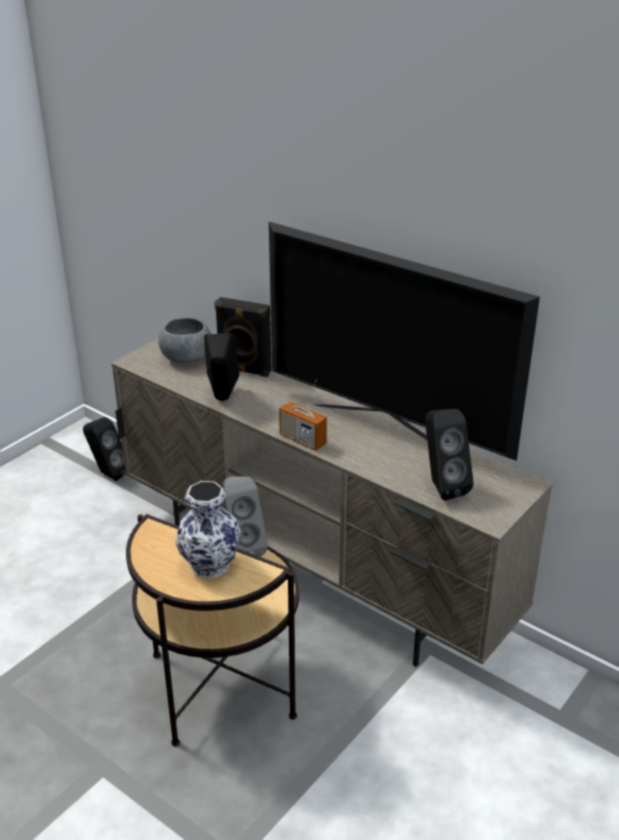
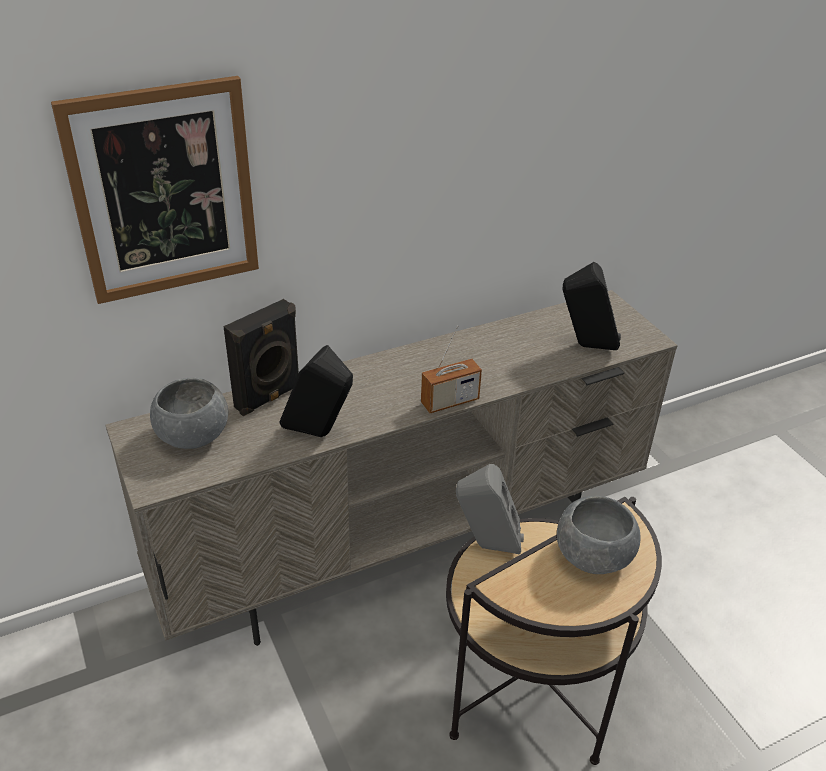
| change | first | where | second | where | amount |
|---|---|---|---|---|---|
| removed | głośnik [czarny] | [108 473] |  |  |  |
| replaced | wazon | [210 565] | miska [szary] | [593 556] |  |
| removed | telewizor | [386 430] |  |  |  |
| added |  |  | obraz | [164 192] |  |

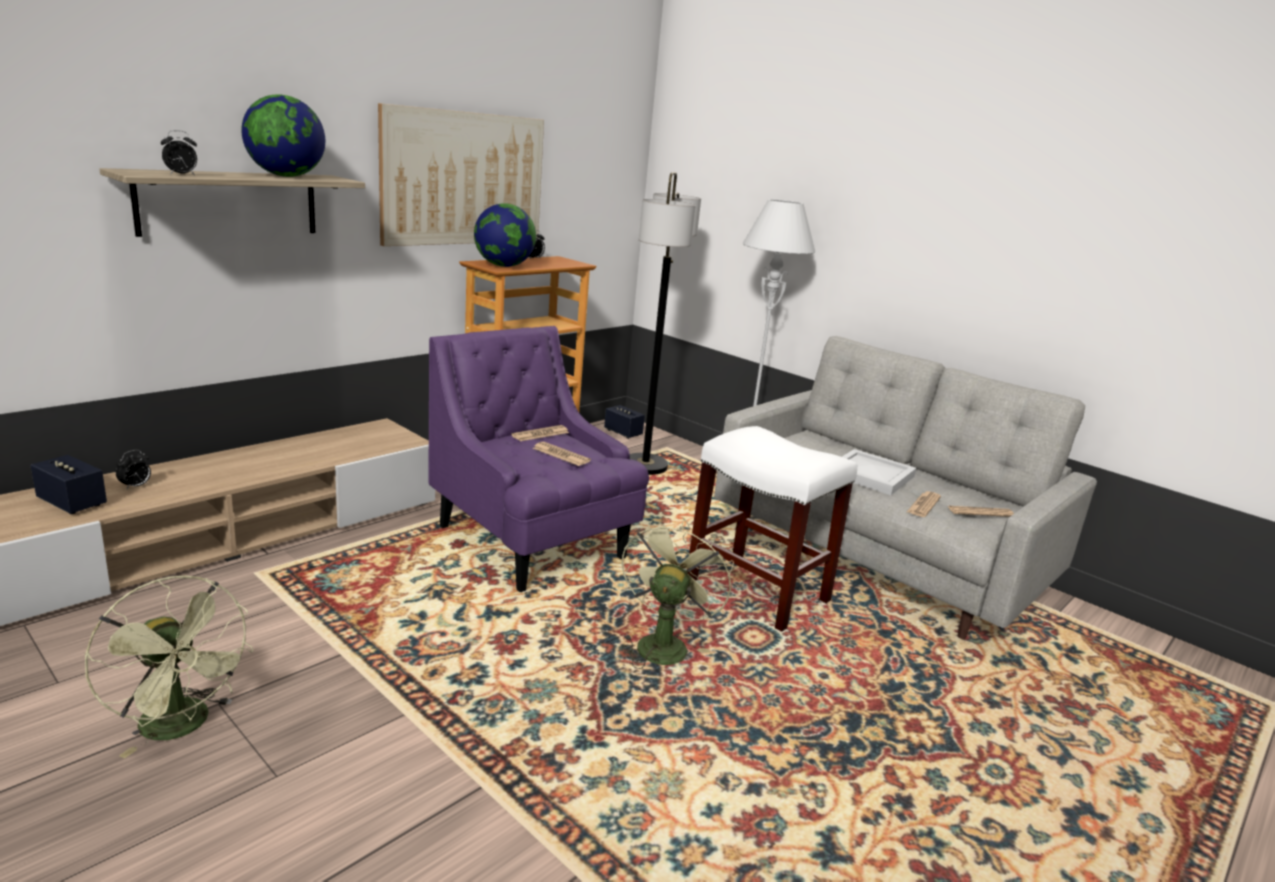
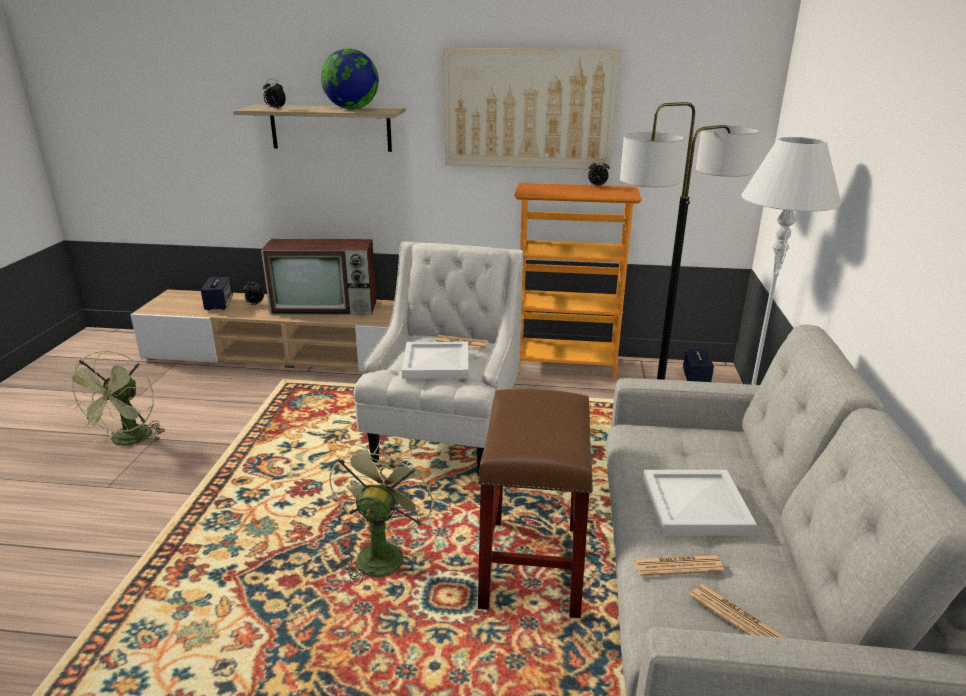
| change | first | where | second | where | amount |
|---|---|---|---|---|---|
| recoloured | fotel [fioletowy] | [532 543] | fotel [biały] | [445 434] |  |
| removed | globus | [504 266] |  |  |  |
| replaced | gazeta | [561 455] | taca [biały] | [435 363] |  |
| turned | wentylator [zielony] | [663 643] |  | [381 552] | 60 degrees counterclockwise |
| recoloured | stołek [biały] | [759 591] | stołek [brązowy] | [533 566] |  |
| added |  |  | telewizor | [326 307] |  |

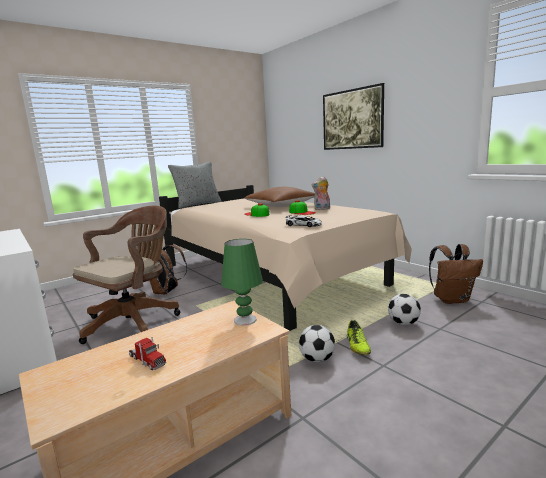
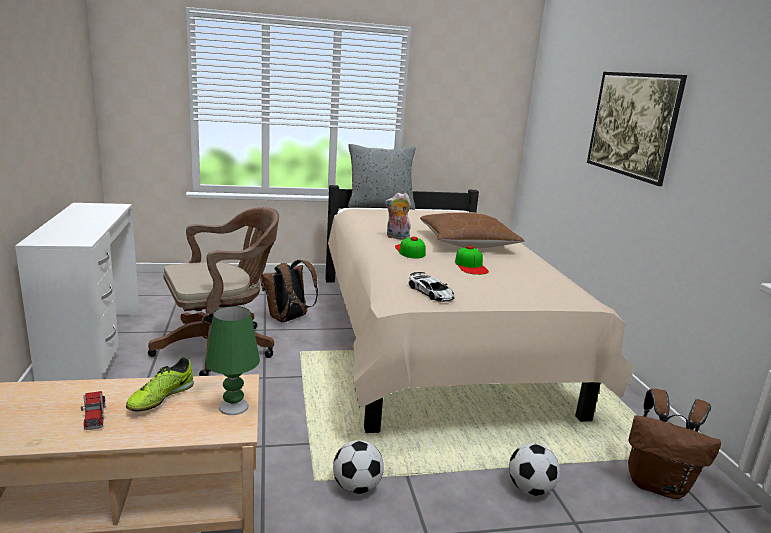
| change | first | where | second | where | amount |
|---|---|---|---|---|---|
| moved | pluszak | [322 209] |  | [397 237] |  |
| moved | but | [357 346] |  | [161 398] |  |

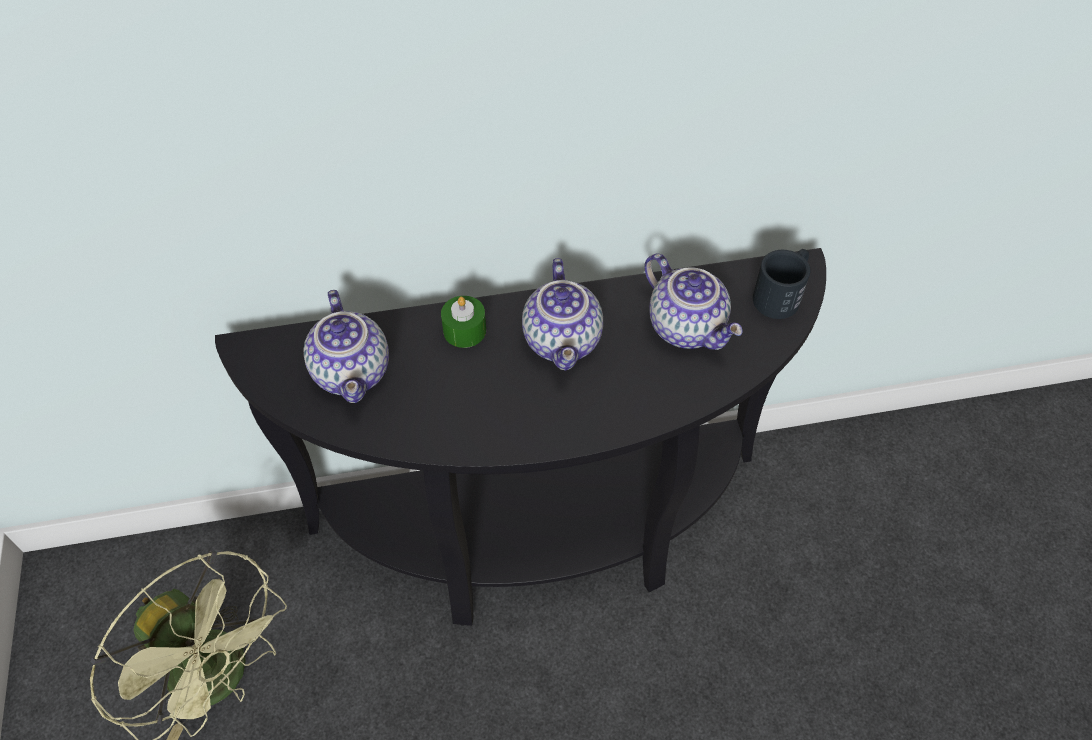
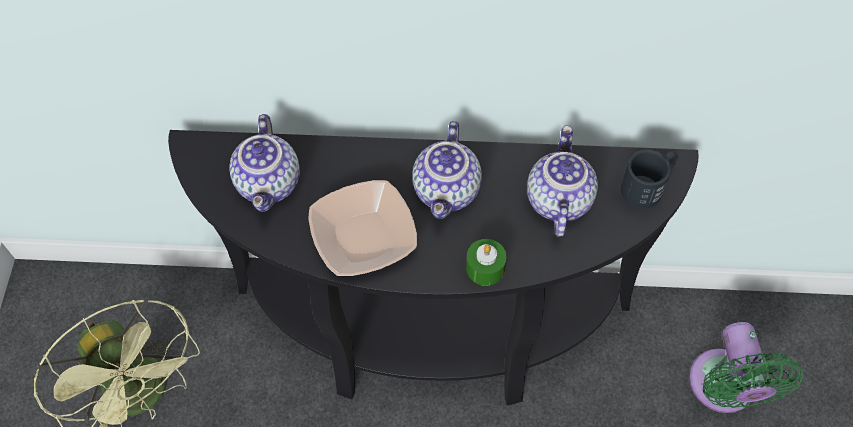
| change | first | where | second | where | amount |
|---|---|---|---|---|---|
| moved | świeca [zielony] | [464 330] |  | [485 268] |  |
| turned | imbryk | [688 327] |  | [557 199] | 150 degrees counterclockwise |
| added |  |  | miska | [364 238] |  |
| added |  |  | wentylator [zielony] | [724 389] |  |

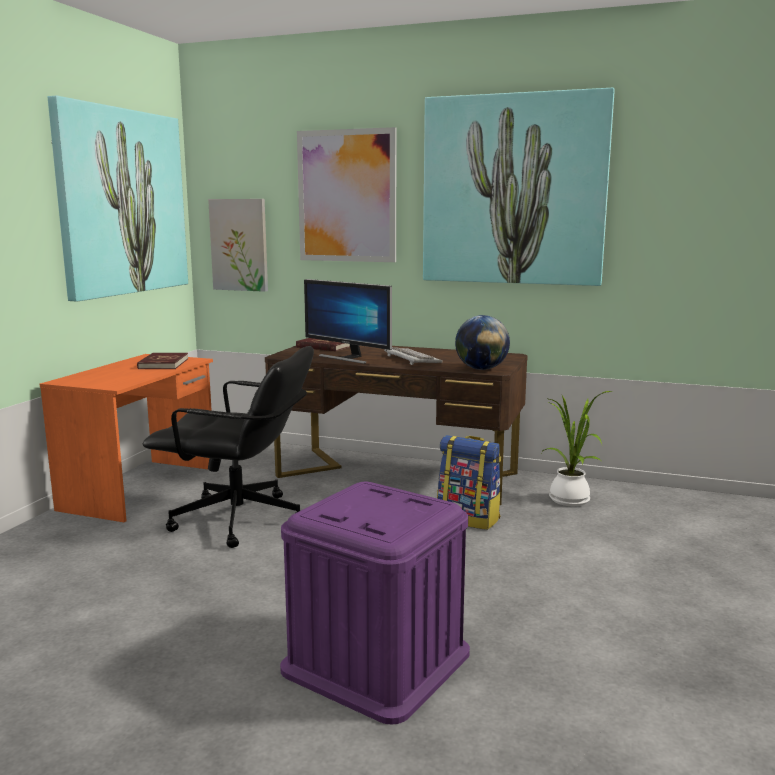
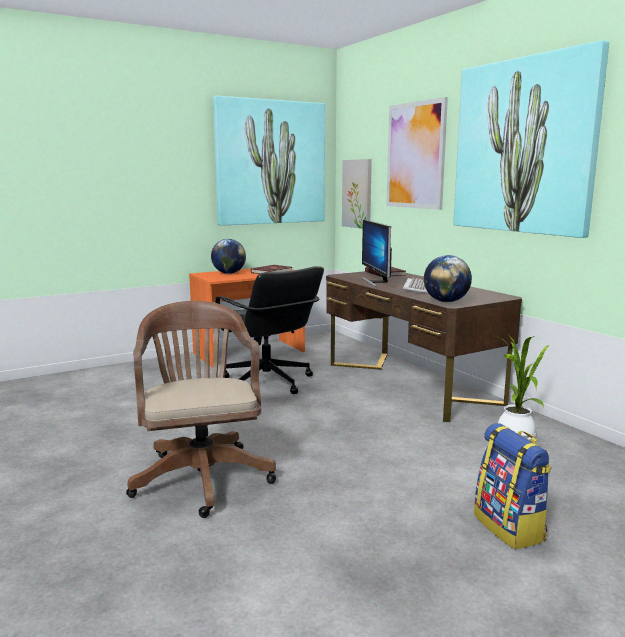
| change | first | where | second | where | amount |
|---|---|---|---|---|---|
| replaced | pojemnik do przechowywania [fioletowy] | [376 660] | krzesło biurowe [brązowy] | [201 475] |  |
| moved | plecak | [469 519] |  | [510 528] |  |
| added |  |  | globus | [229 273] |  |

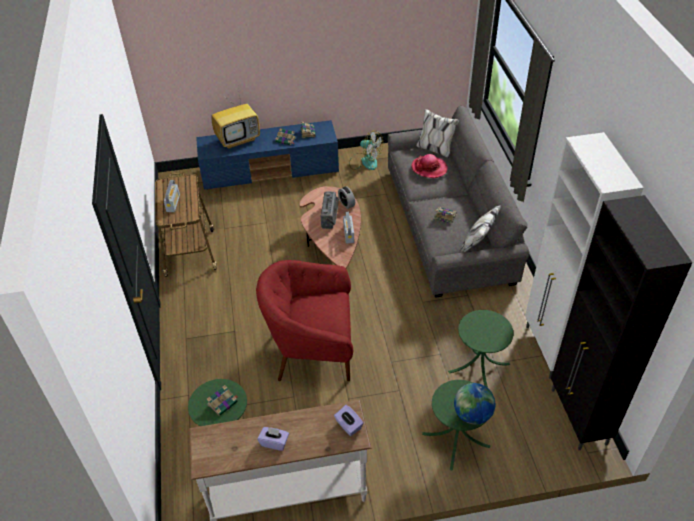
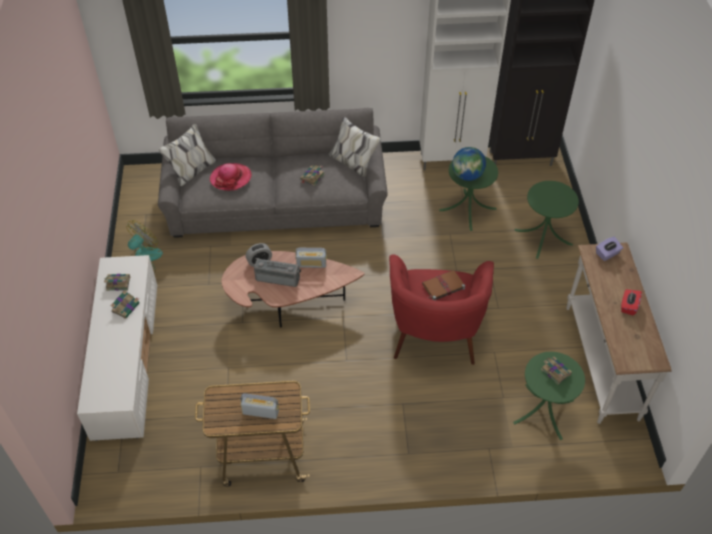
| change | first | where | second | where | amount |
|---|---|---|---|---|---|
| recoloured | szafka pod telewizor [niebieski] | [271 170] | szafka pod telewizor [biały] | [126 358] |  |
| removed | telewizor | [239 139] |  |  |  |
| recoloured | pudełko chusteczek [fioletowy] | [274 442] | pudełko chusteczek [czerwony] | [628 306] |  |
| moved | globus | [472 415] |  | [467 176] |  |
| added |  |  | książka [brązowy] | [442 286] |  |

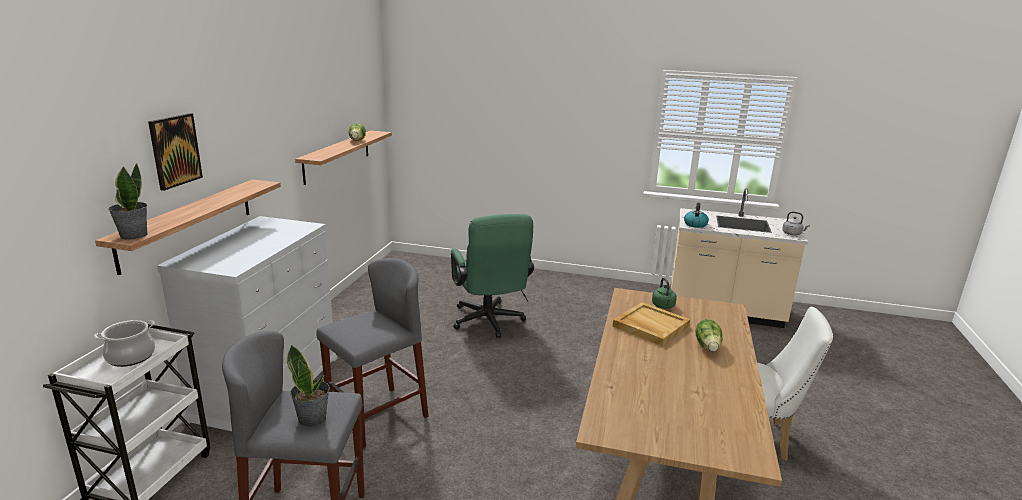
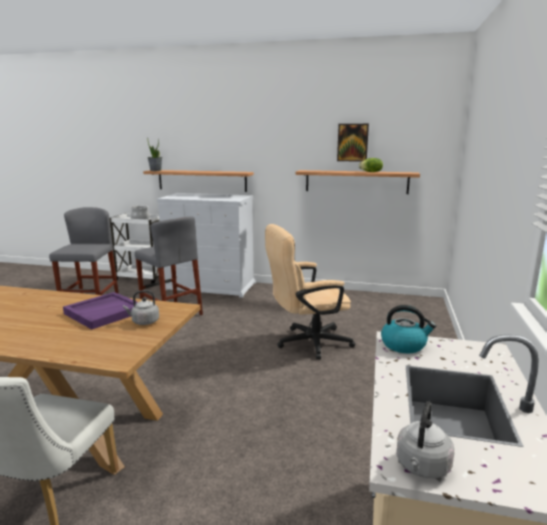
| change | first | where | second | where | amount |
|---|---|---|---|---|---|
| moved | obraz | [175 150] |  | [352 142] |  |
| removed | roślina doniczkowa | [312 418] |  |  |  |
| recoloured | krzesło biurowe [zielony] | [489 323] | krzesło biurowe [beżowy] | [307 343] |  |
| recoloured | taca [beżowy] | [650 326] | taca [fioletowy] | [104 312] |  |
| recoloured | czajnik [zielony] | [663 306] | czajnik [szary] | [144 322] |  |
| removed | sałata | [708 346] |  |  |  |

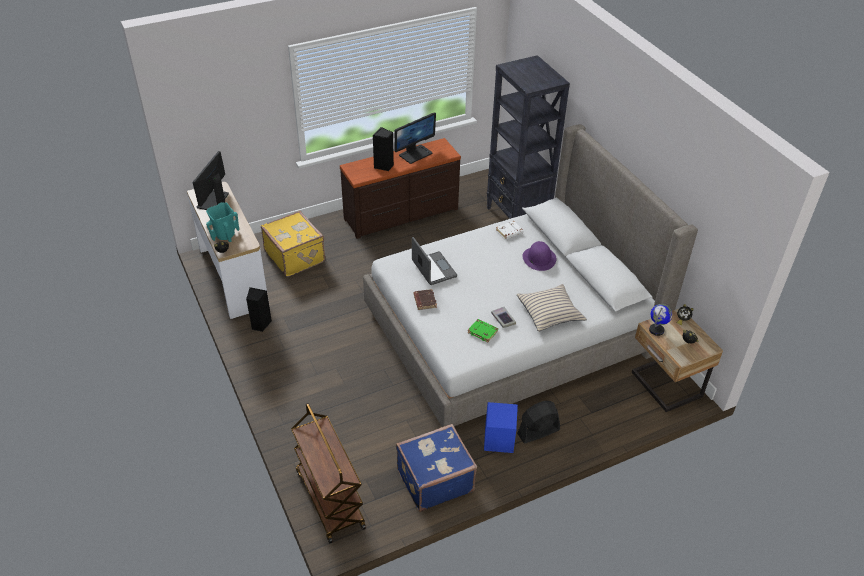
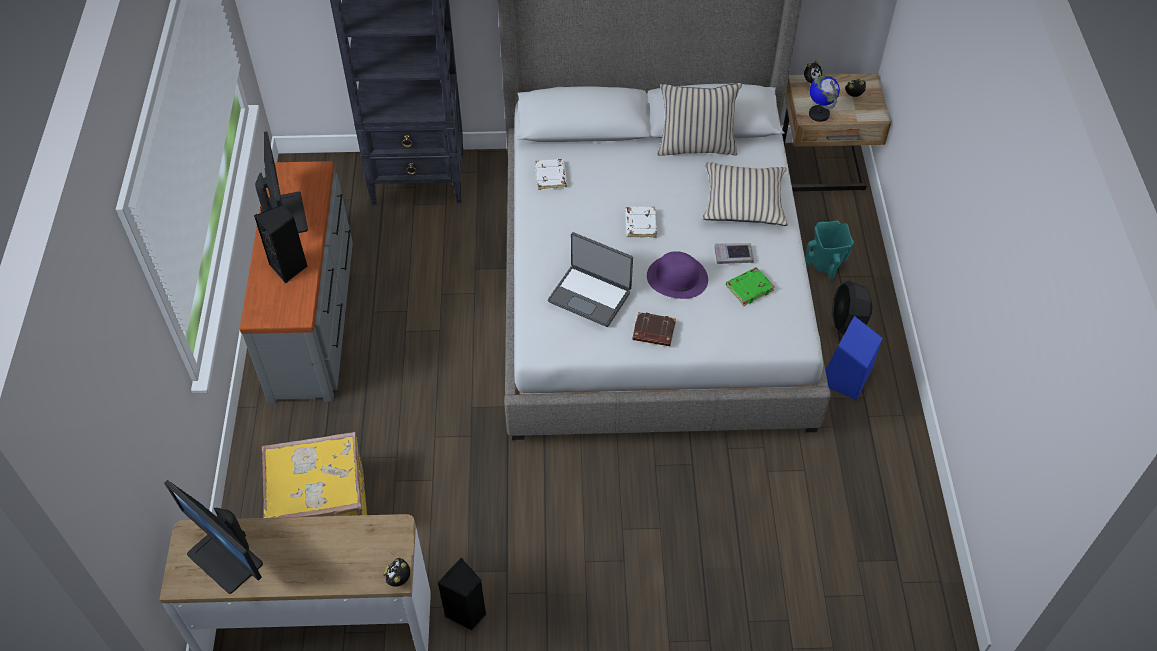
| change | first | where | second | where | amount |
|---|---|---|---|---|---|
| moved | wazon [turkusowy] | [224 235] |  | [825 265] |  |
| removed | wózek [brązowy] | [329 499] |  |  |  |
| recoloured | komoda [brązowy] | [402 215] | komoda [szary] | [313 317] |  |
| removed | walizka [niebieski] | [434 480] |  |  |  |
| turned | laptop | [433 269] |  | [590 295] | 150 degrees counterclockwise |
| moved | kapelusz [fioletowy] | [539 258] |  | [677 277] |  |
| added |  |  | książka [biały] | [640 224] |  |
| added |  |  | poduszka [beżowy] | [696 146] |  |

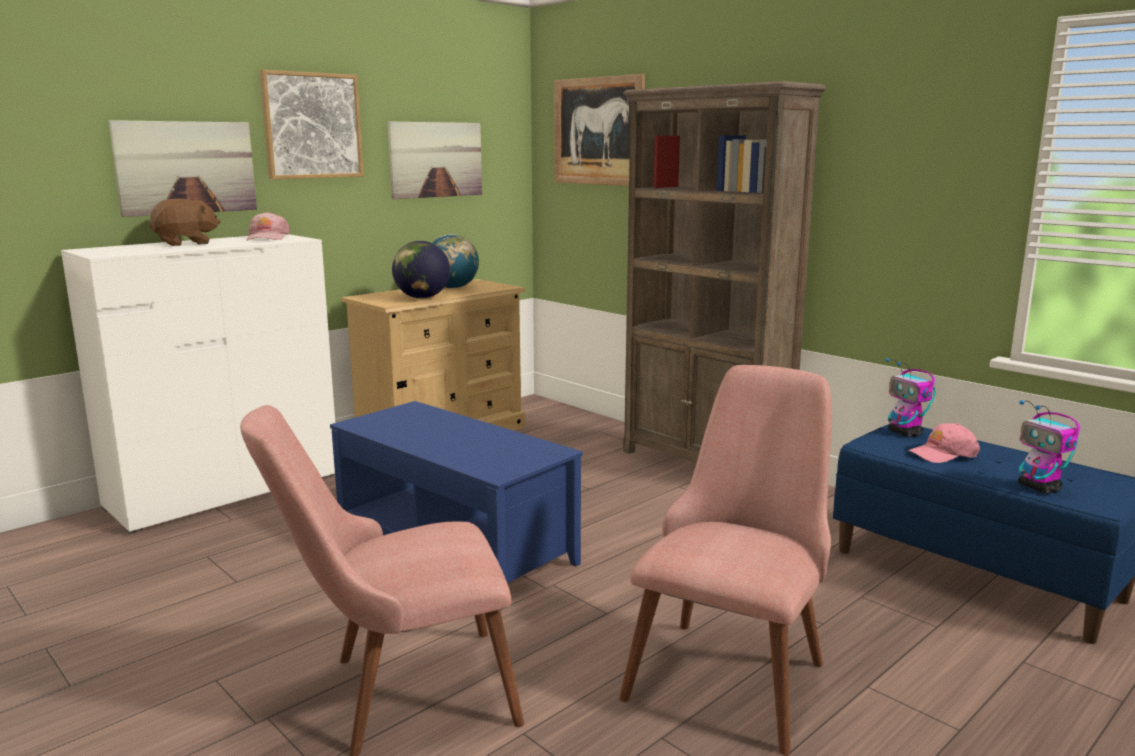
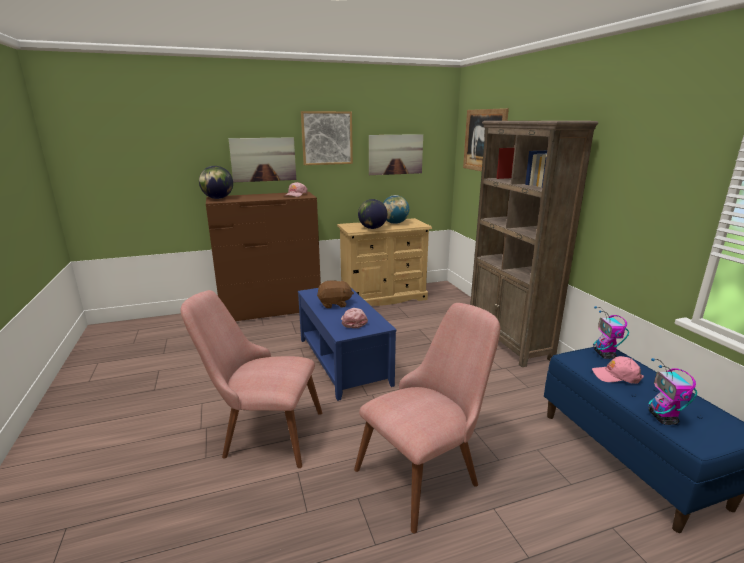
| change | first | where | second | where | amount |
|---|---|---|---|---|---|
| recoloured | komoda [biały] | [225 491] | komoda [brązowy] | [271 310] |  |
| moved | pluszak [brązowy] | [186 243] |  | [334 304] |  |
| added |  |  | globus | [218 198] |  |
| added |  |  | czapka z daszkiem [różowy] | [353 321] |  |

